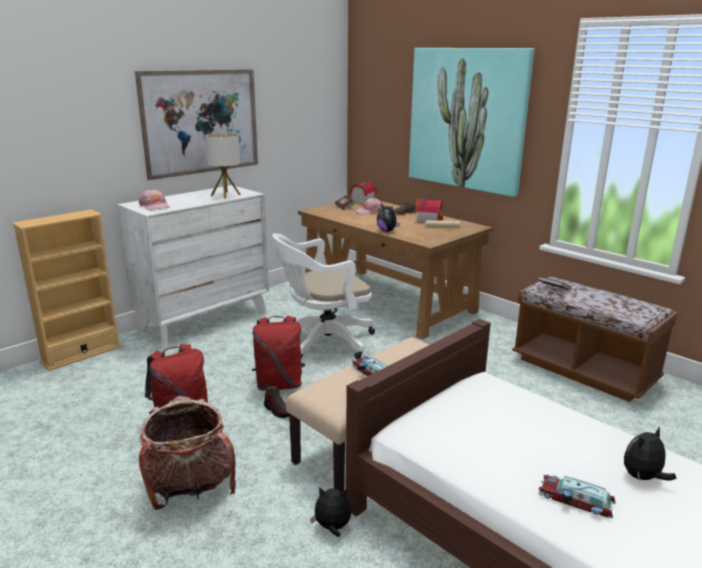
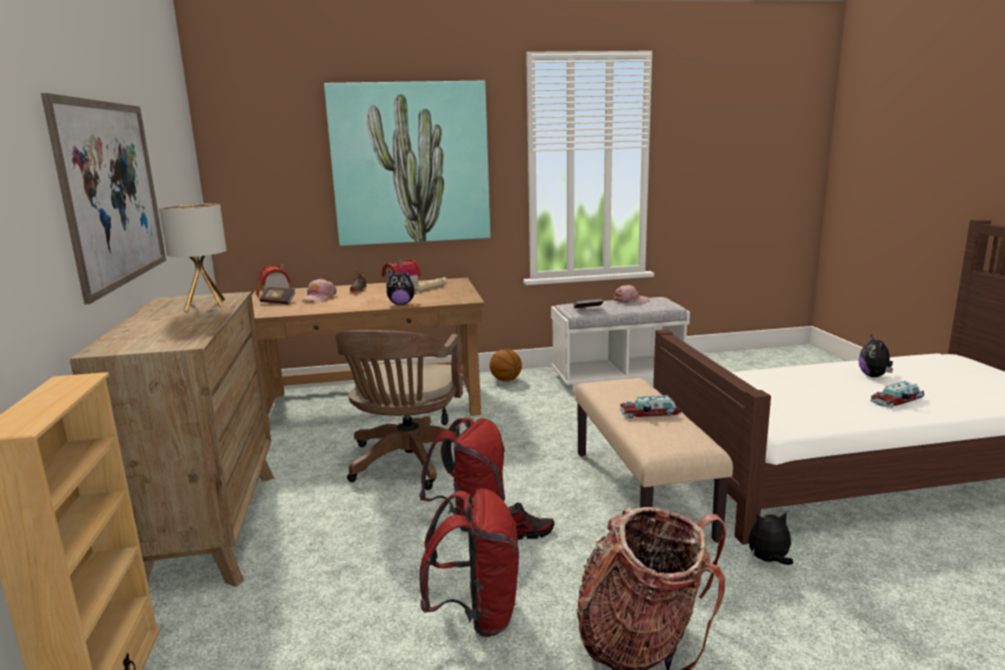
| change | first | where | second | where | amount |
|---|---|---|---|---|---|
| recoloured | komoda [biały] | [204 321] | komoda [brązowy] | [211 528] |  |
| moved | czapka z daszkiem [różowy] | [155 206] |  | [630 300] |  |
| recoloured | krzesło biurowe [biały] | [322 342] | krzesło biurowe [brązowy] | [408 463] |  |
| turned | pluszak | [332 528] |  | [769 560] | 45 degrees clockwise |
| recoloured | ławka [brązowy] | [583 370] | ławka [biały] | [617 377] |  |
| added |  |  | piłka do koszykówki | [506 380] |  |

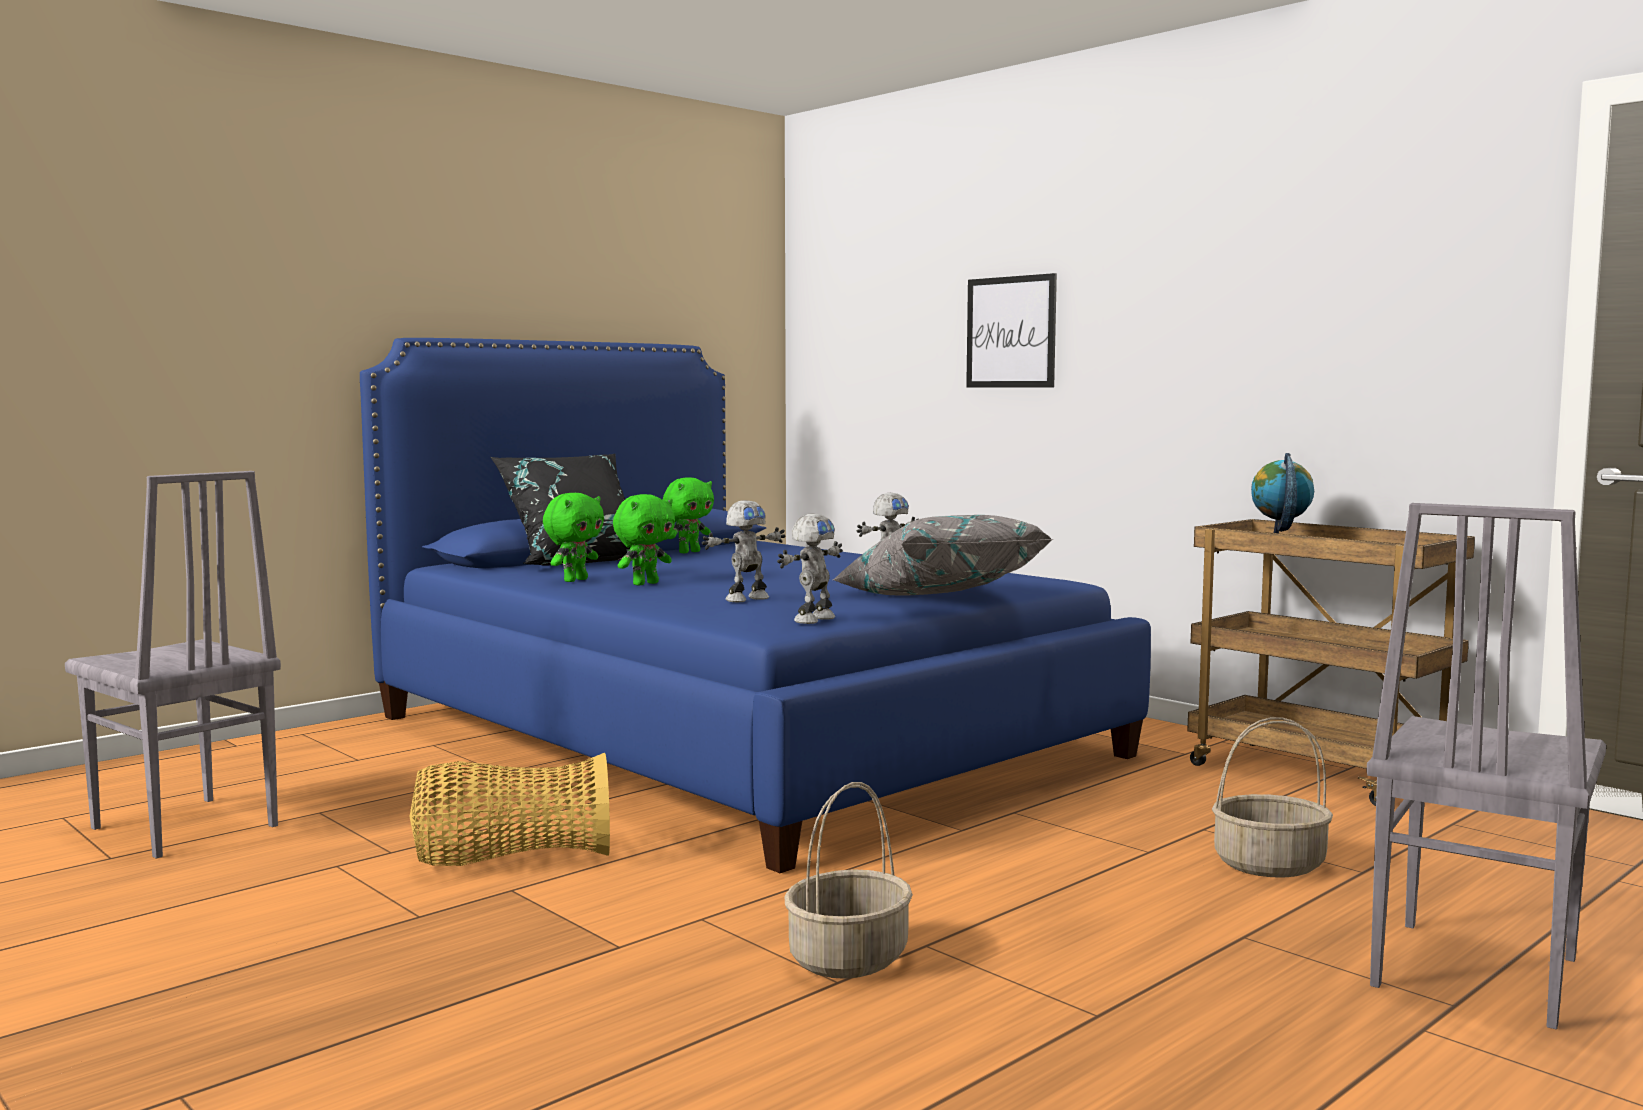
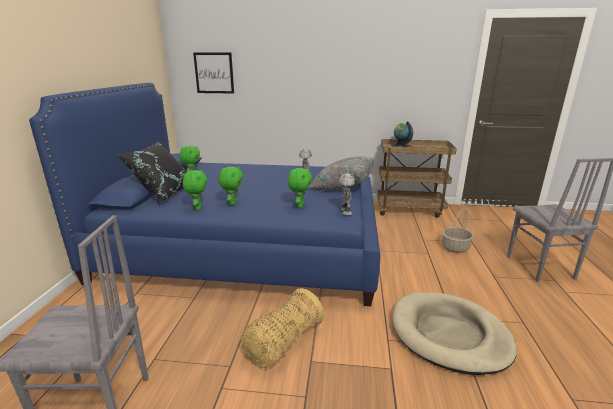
| change | first | where | second | where | amount |
|---|---|---|---|---|---|
| replaced | robot zabawkowy | [746 599] | pluszak [zielony] | [299 205] |  |
| replaced | koszyk | [848 959] | legowisko [beżowy] | [449 335] |  |
| moved | obraz | [1011 332] |  | [214 73] |  |

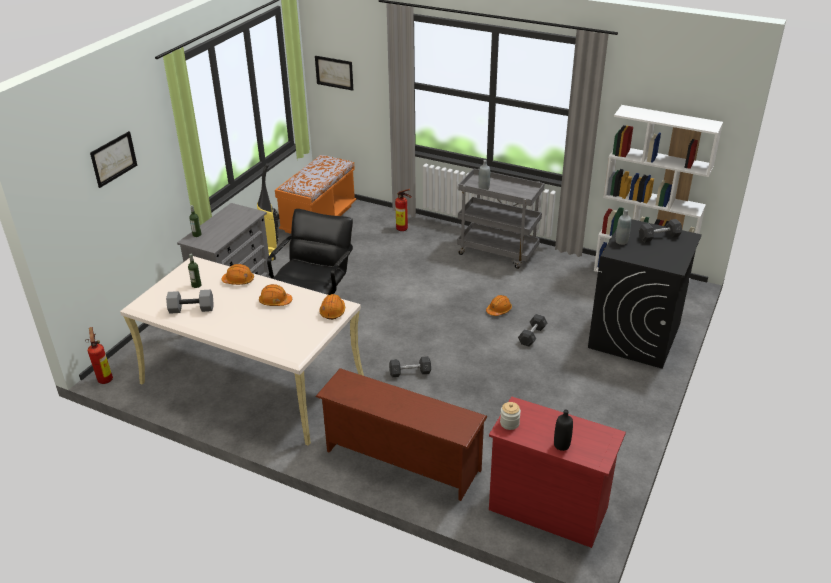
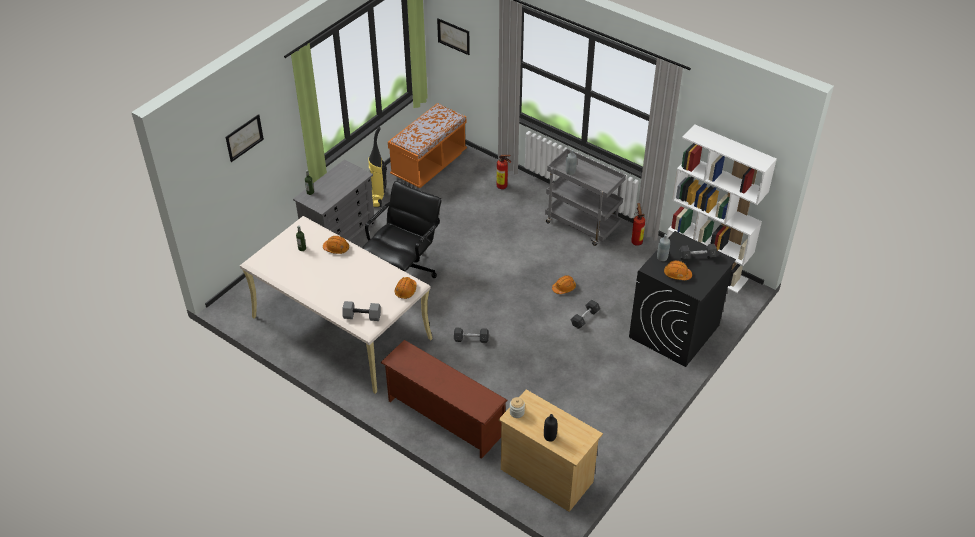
| change | first | where | second | where | amount |
|---|---|---|---|---|---|
| moved | gaśnica | [105 378] |  | [636 241] |  |
| moved | hantel [szary] | [191 309] |  | [361 317] |  |
| moved | kask [pomarańczowy] | [275 301] |  | [677 274] |  |
| recoloured | komoda [czerwony] | [547 508] | komoda [beżowy] | [546 475] |  |

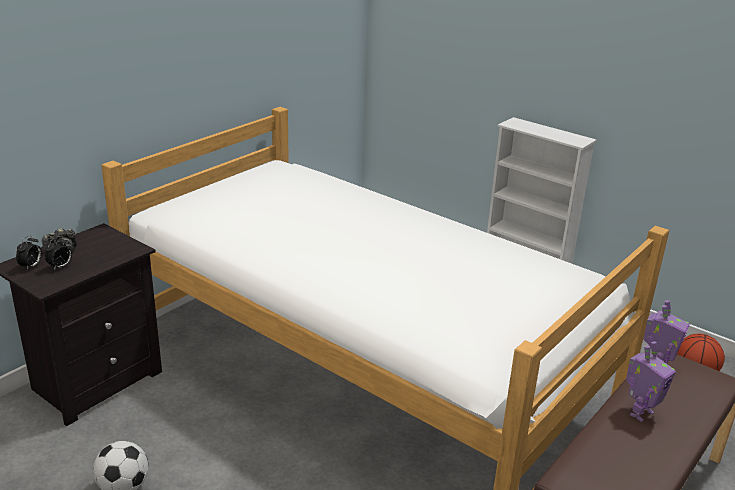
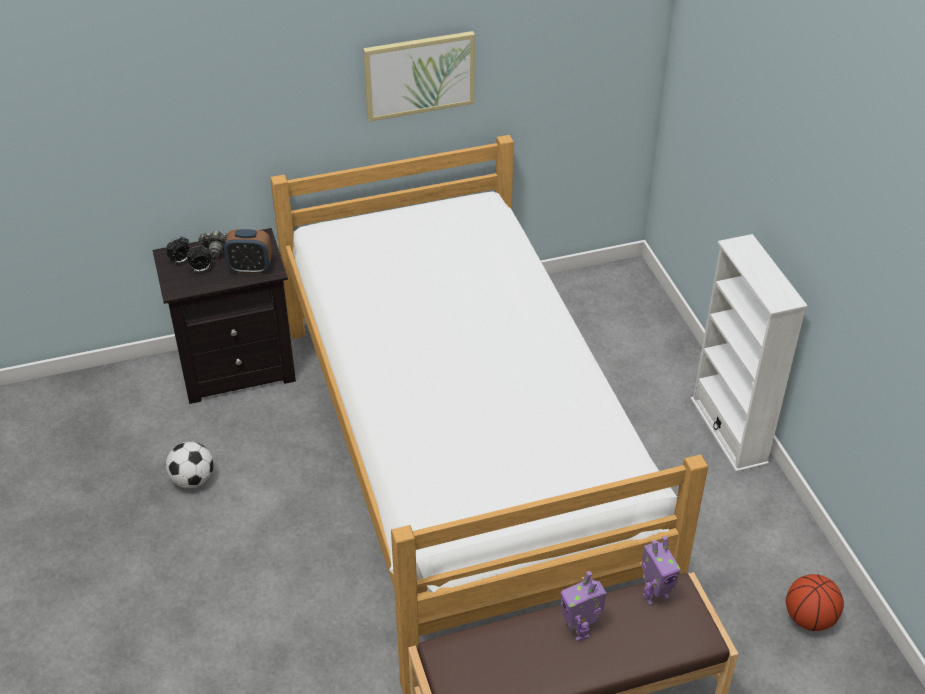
| change | first | where | second | where | amount |
|---|---|---|---|---|---|
| turned | robot zabawkowy | [640 413] |  | [579 629] | 75 degrees clockwise |
| added |  |  | budzik | [250 268] |  |
| added |  |  | obraz | [419 75] |  |

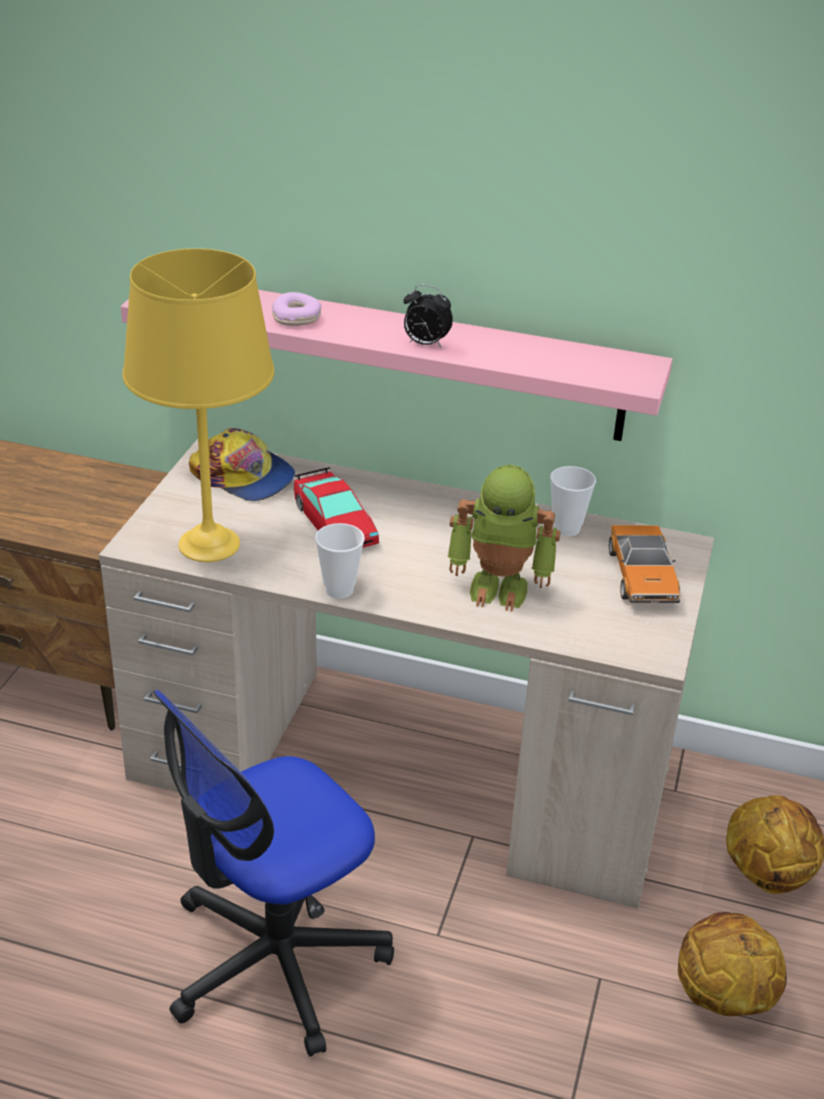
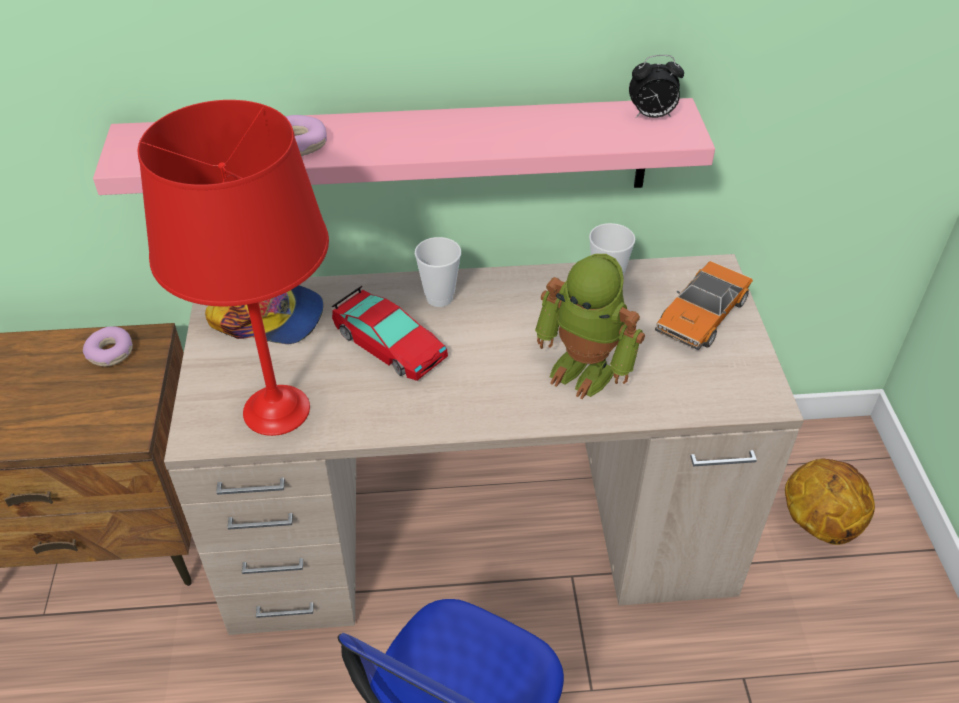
| change | first | where | second | where | amount |
|---|---|---|---|---|---|
| recoloured | lampa stołowa [żółty] | [208 545] | lampa stołowa [czerwony] | [276 411] |  |
| moved | filiżanka | [339 590] |  | [439 298] |  |
| moved | budzik | [425 344] |  | [651 116] |  |
| turned | robot zabawkowy | [500 587] |  | [585 369] | 45 degrees clockwise |
| turned | samochodzik | [642 576] |  | [701 316] | 60 degrees clockwise |
| removed | piłka do koszykówki | [721 997] |  |  |  |
| added |  |  | donut | [111 353] |  |

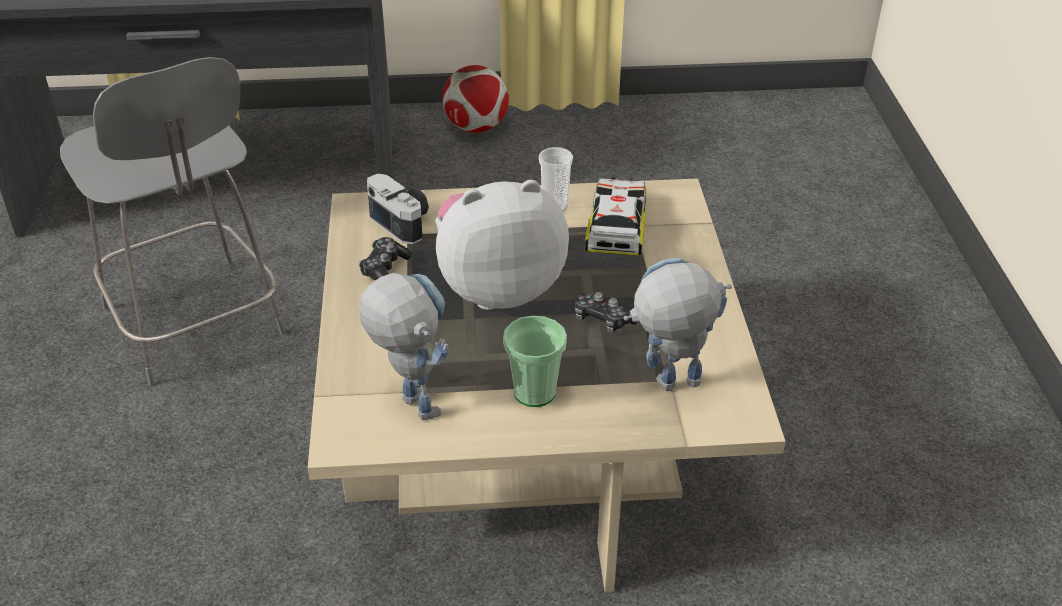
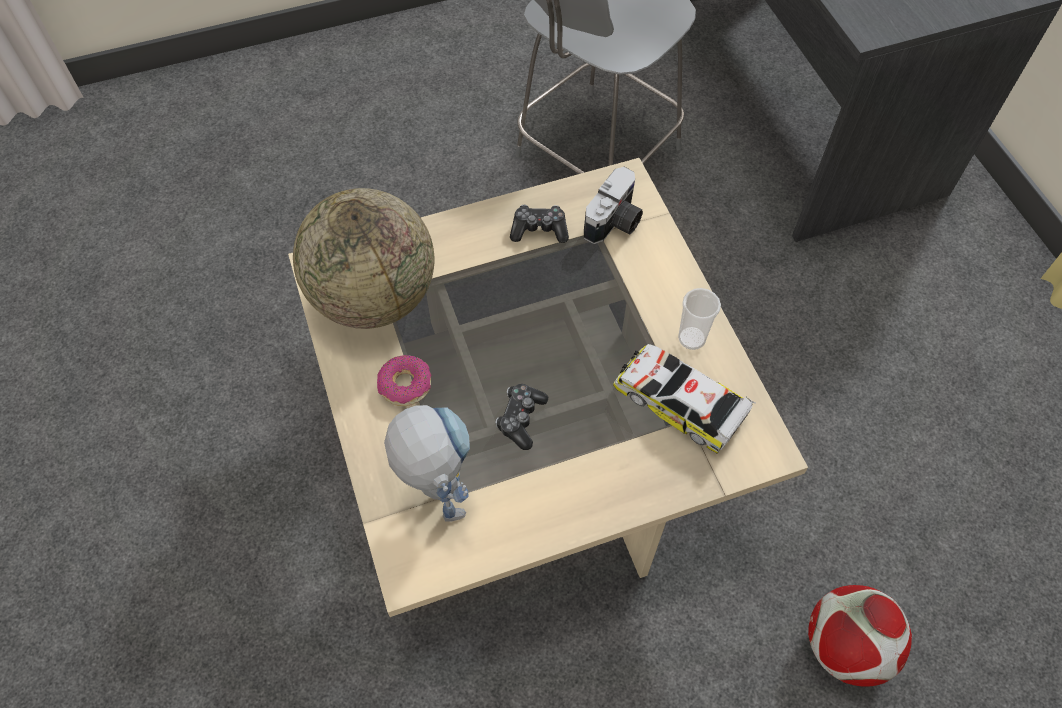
| change | first | where | second | where | amount |
|---|---|---|---|---|---|
| replaced | robot zabawkowy | [410 401] | globus | [374 297] |  |
| removed | pluszak | [498 288] |  |  |  |
| moved | piłka futbolowa | [476 128] |  | [845 647] |  |
| replaced | filiżanka | [534 392] | donut | [405 385] |  |
| turned | samochodzik | [617 226] |  | [679 402] | 135 degrees counterclockwise |

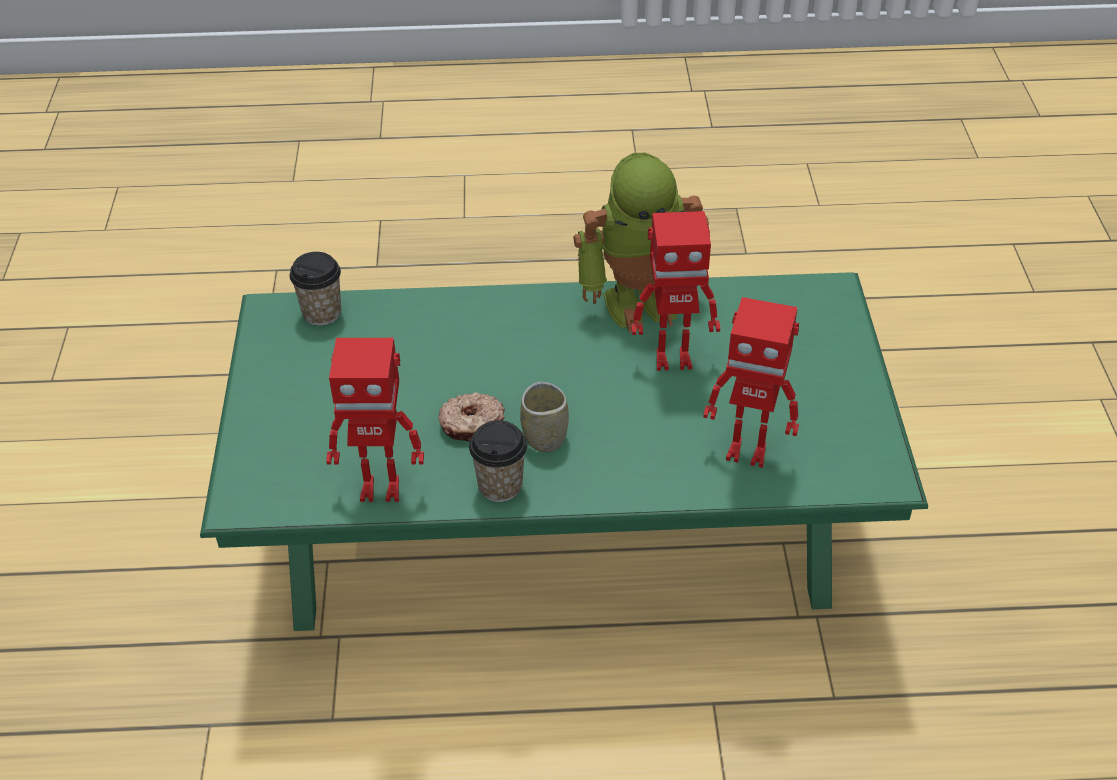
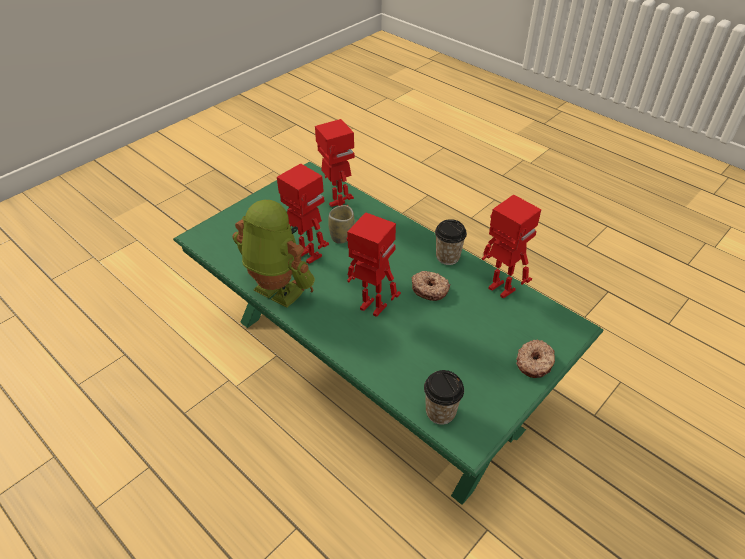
| change | first | where | second | where | amount |
|---|---|---|---|---|---|
| moved | filiżanka | [545 437] |  | [342 236] |  |
| added |  |  | robot zabawkowy | [372 308] |  |
| added |  |  | donut | [535 363] |  |

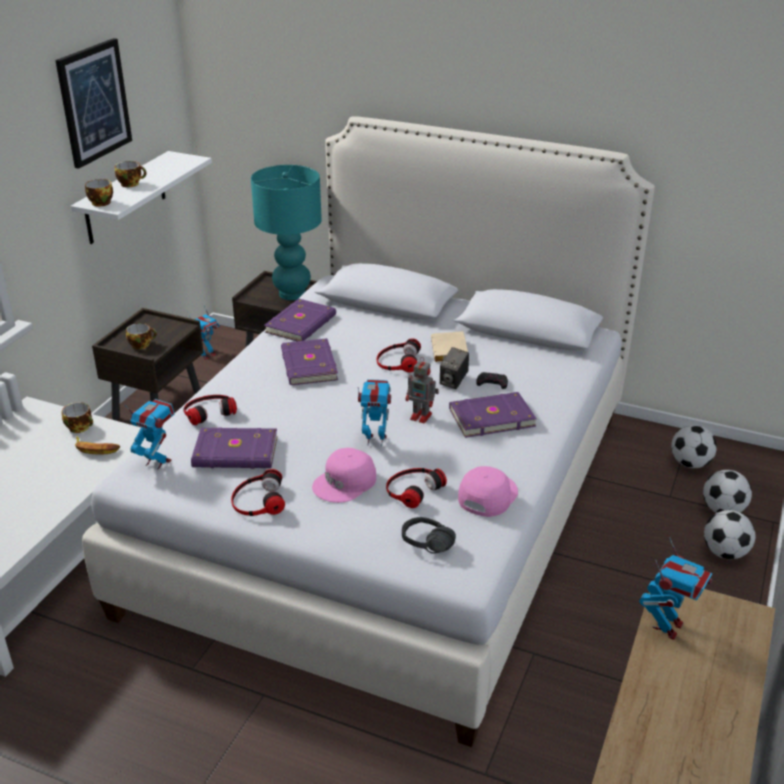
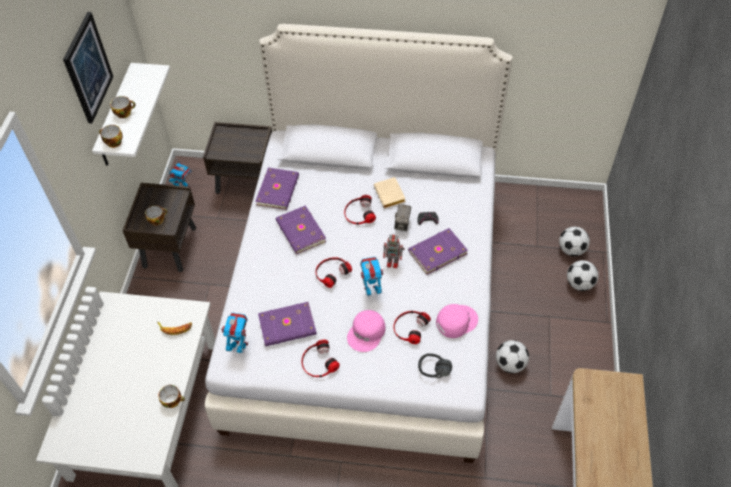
| change | first | where | second | where | amount |
|---|---|---|---|---|---|
| moved | filiżanka | [81 427] |  | [173 401] |  |
| moved | słuchawki | [209 411] |  | [331 272] |  |
| removed | lampa stołowa [turkusowy] | [292 294] |  |  |  |
| turned | czapka z daszkiem [różowy] | [486 495] |  | [456 321] | 45 degrees clockwise |
| removed | robot zabawkowy | [667 626] |  |  |  |
| moved | piłka futbolowa | [690 463] |  | [510 364] |  |

